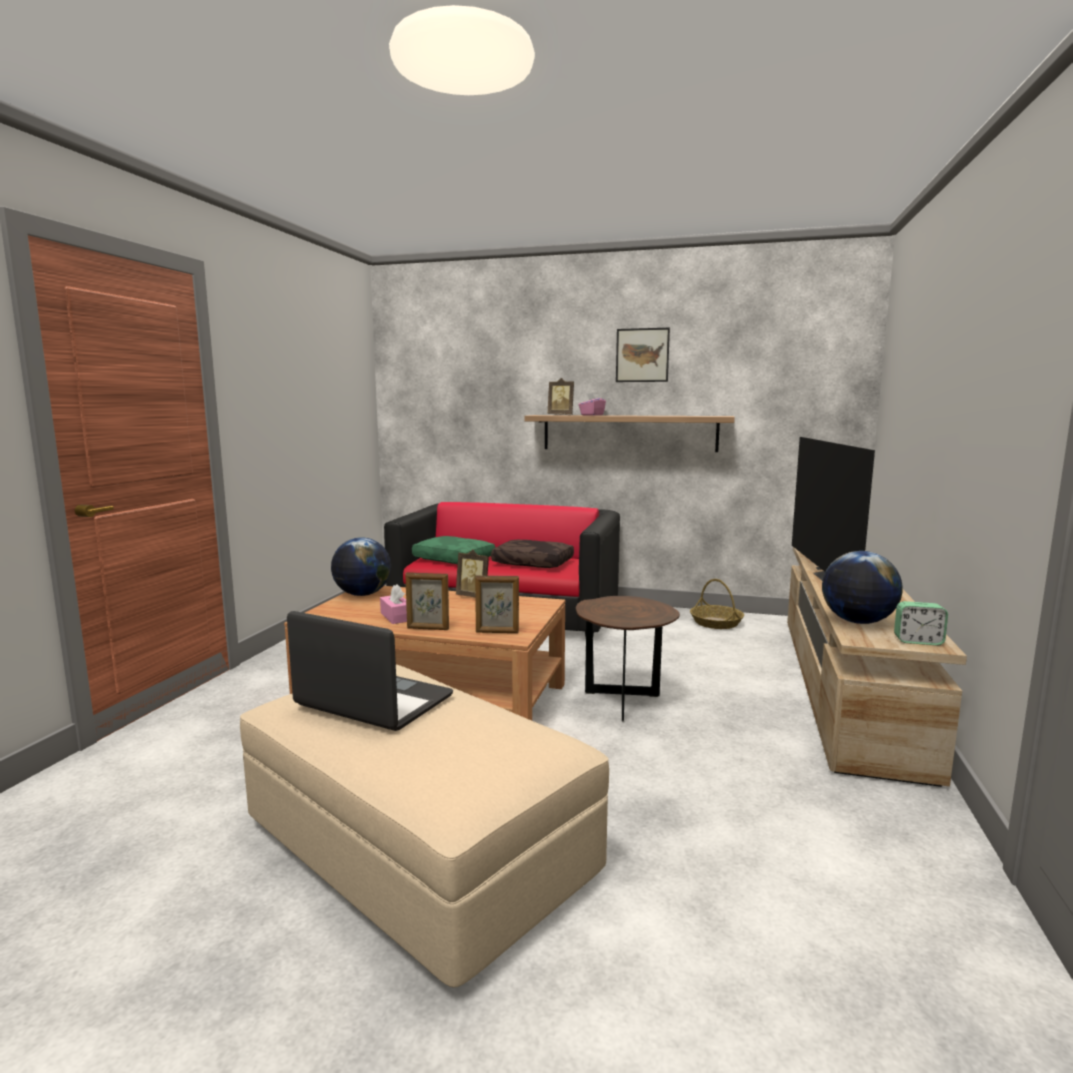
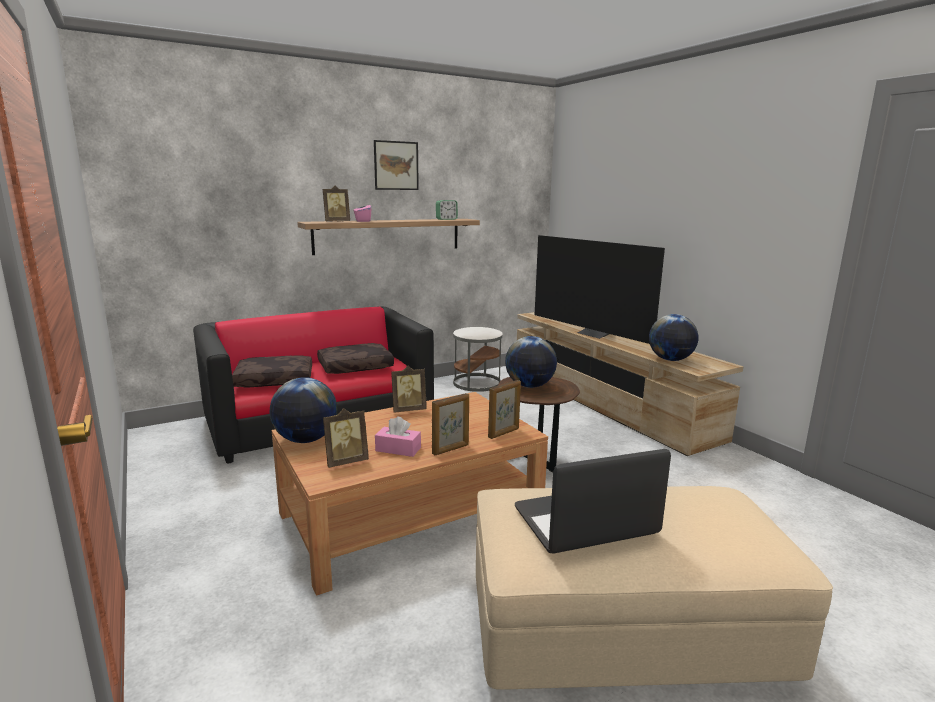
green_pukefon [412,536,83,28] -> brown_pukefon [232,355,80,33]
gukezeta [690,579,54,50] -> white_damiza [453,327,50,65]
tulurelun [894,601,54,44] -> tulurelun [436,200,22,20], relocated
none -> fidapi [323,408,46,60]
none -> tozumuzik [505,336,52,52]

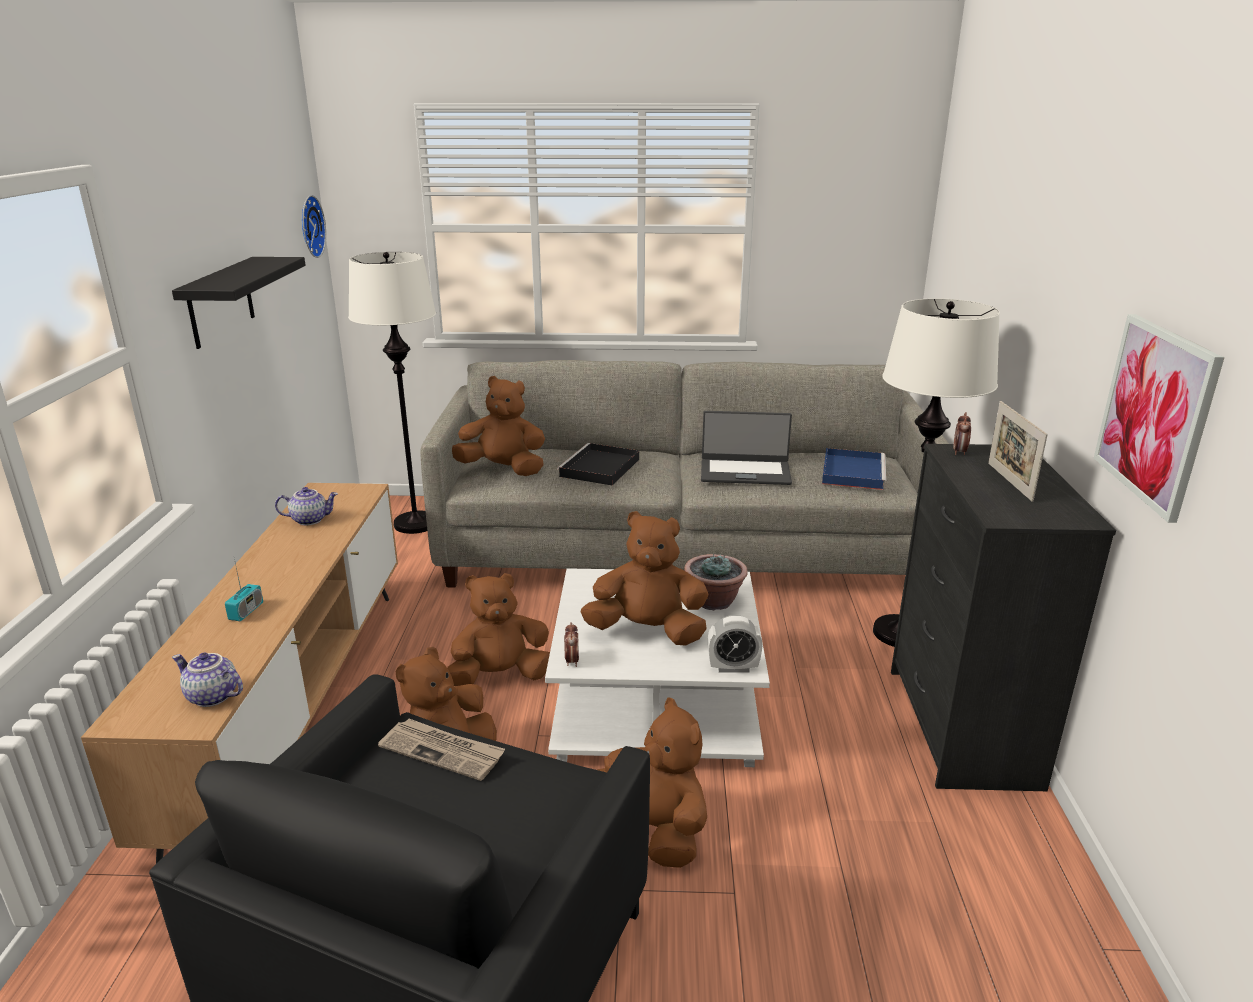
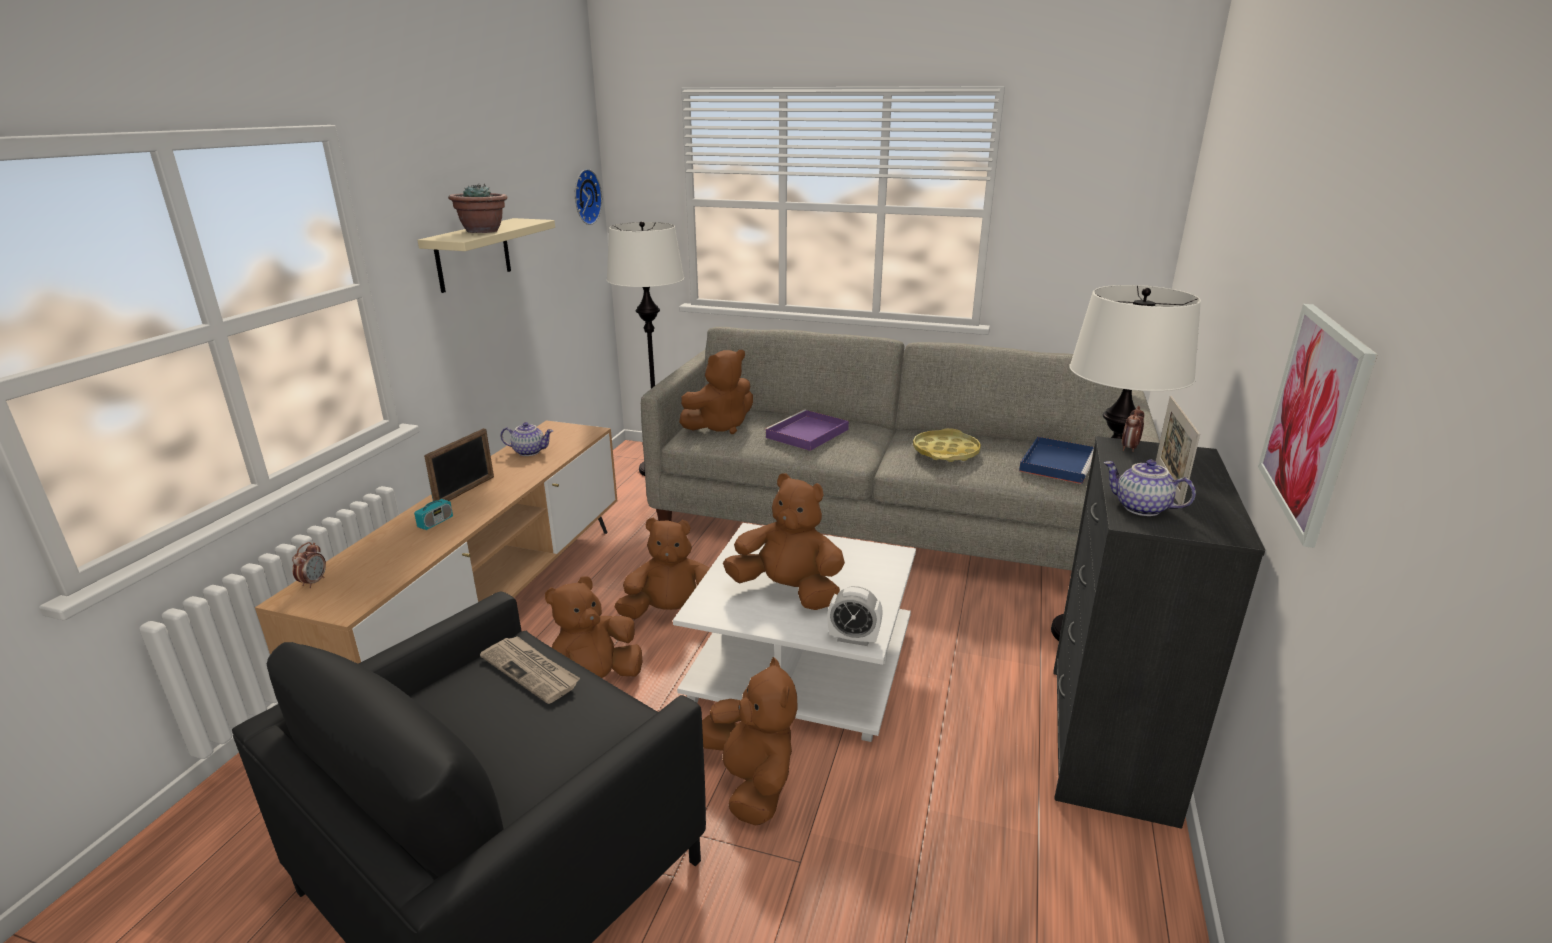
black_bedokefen [172,257,133,92] -> beige_bedokefen [417,218,138,75]
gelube [172,653,71,54] -> gelube [1103,460,93,56], relocated
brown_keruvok [452,376,93,100] -> brown_keruvok [679,350,74,84], 120 degrees clockwise
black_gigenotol [557,443,82,42] -> purple_gigenotol [764,410,85,41]
tulurelun [564,622,15,45] -> tulurelun [292,542,34,46], relocated
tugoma [684,554,64,56] -> tugoma [448,183,60,50], relocated
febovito [701,411,91,74] -> yellow_gigenotol [913,428,68,34]
none -> fidapi [424,428,70,73]

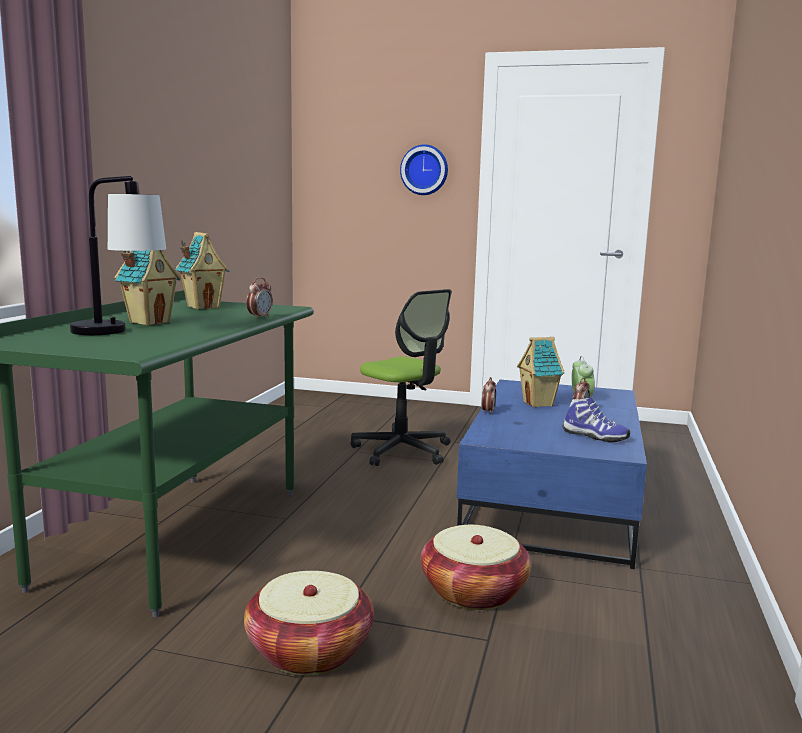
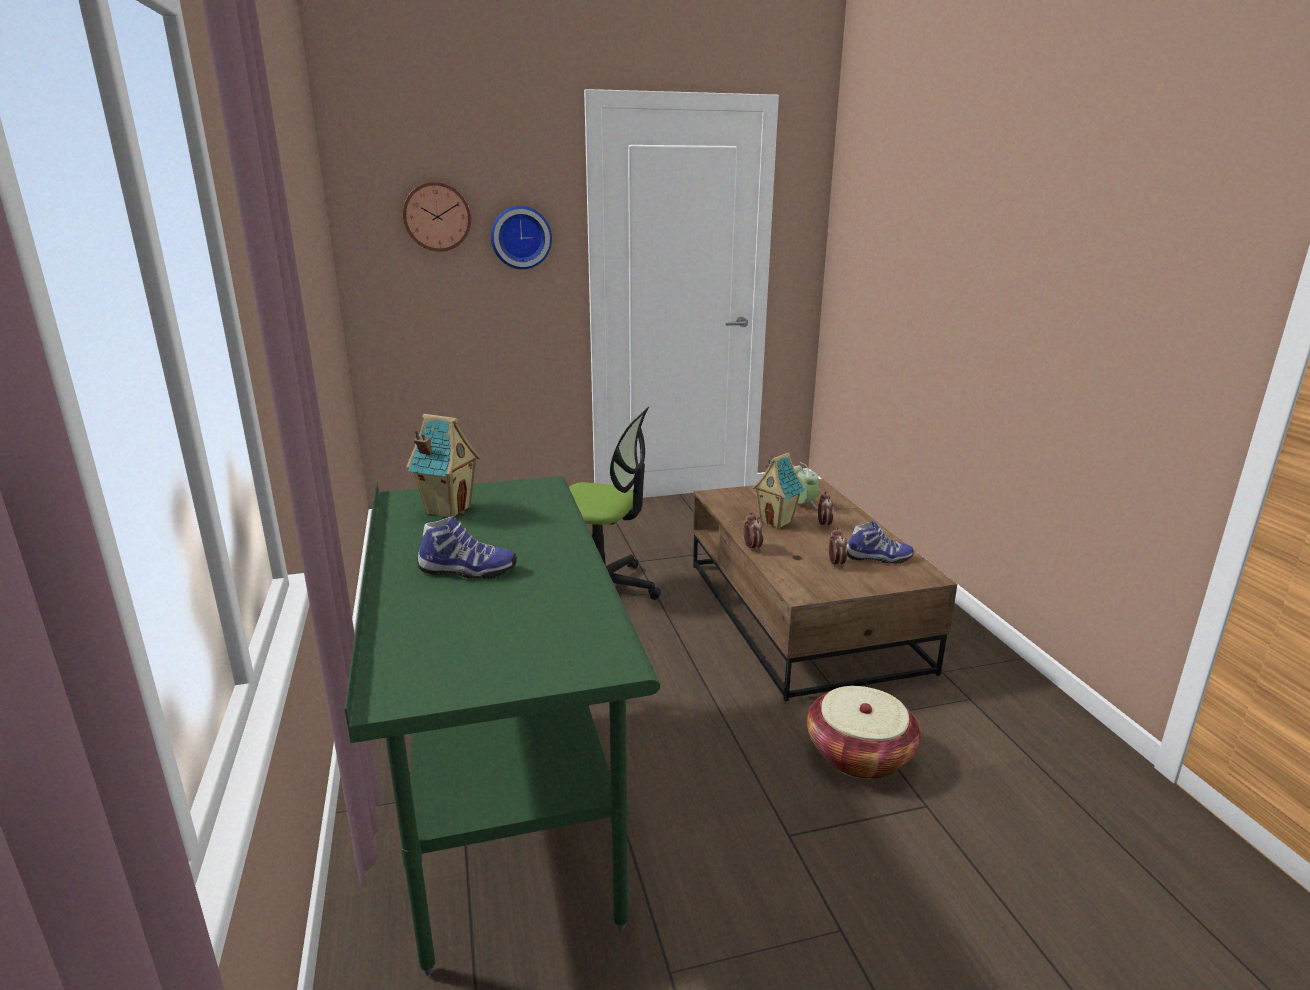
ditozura [70,176,96,159] -> none
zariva [114,250,67,75] -> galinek [417,516,100,63]
gukezeta [244,571,130,104] -> none
tulurelun [246,277,27,42] -> tulurelun [829,527,18,41], relocated
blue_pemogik [457,380,190,189] -> brown_pemogik [693,479,264,222]
none -> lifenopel [403,182,68,70]

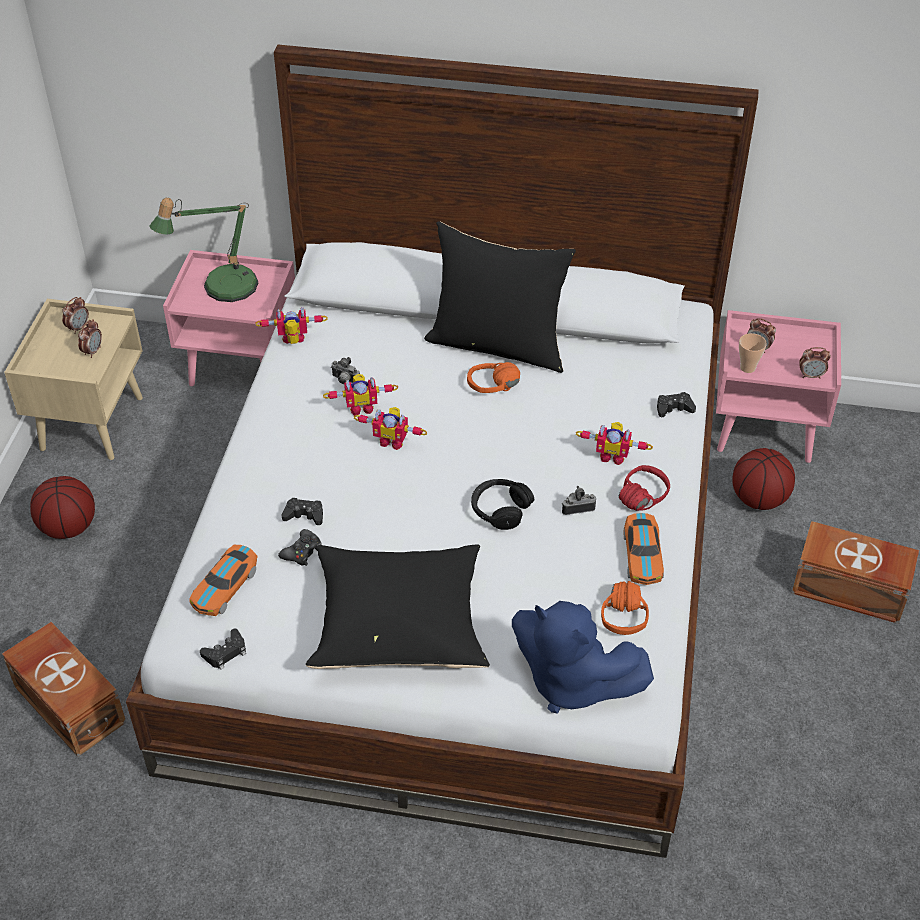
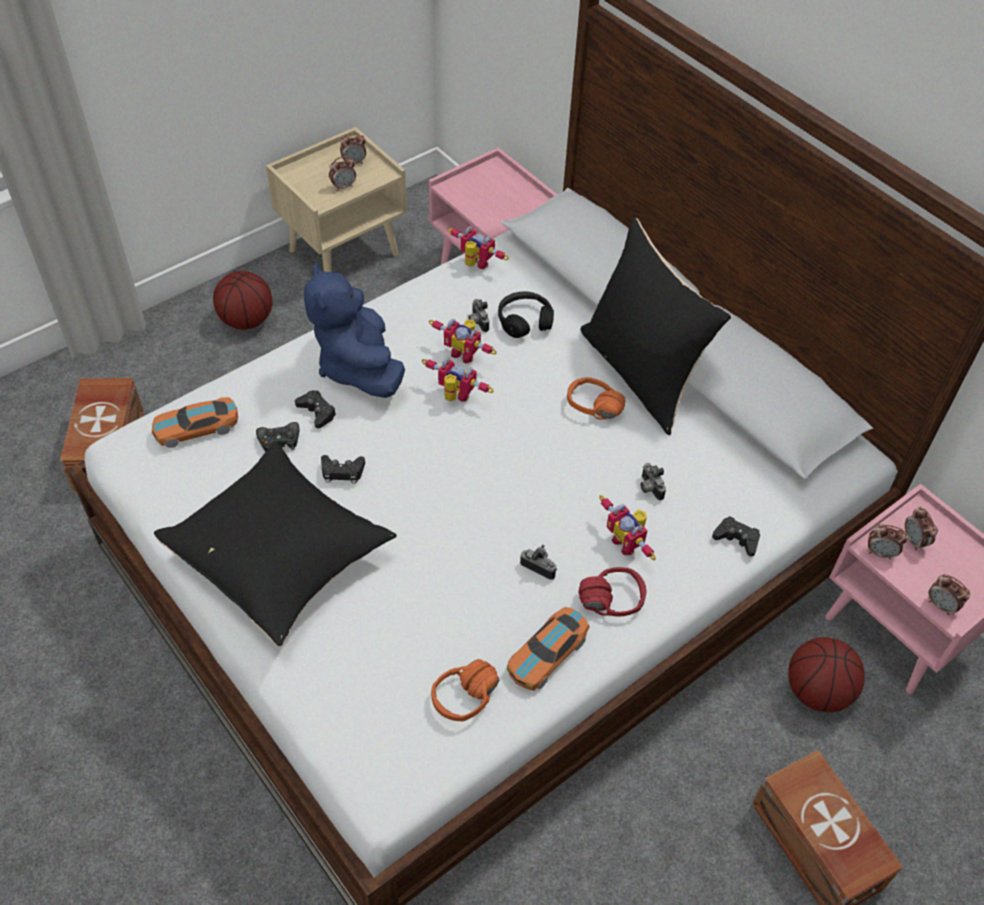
ditozura [149,198,109,104] -> none
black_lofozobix [200,629,46,41] -> black_lofozobix [321,455,44,29], relocated
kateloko [354,407,73,43] -> kateloko [422,358,72,44], 150 degrees clockwise
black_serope [471,479,63,51] -> black_serope [498,291,56,47], relocated
blue_keruvok [512,601,142,113] -> blue_keruvok [304,263,101,135], relocated
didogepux [739,333,28,40] -> tulurelun [868,524,40,35]
none -> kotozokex [641,463,25,37]

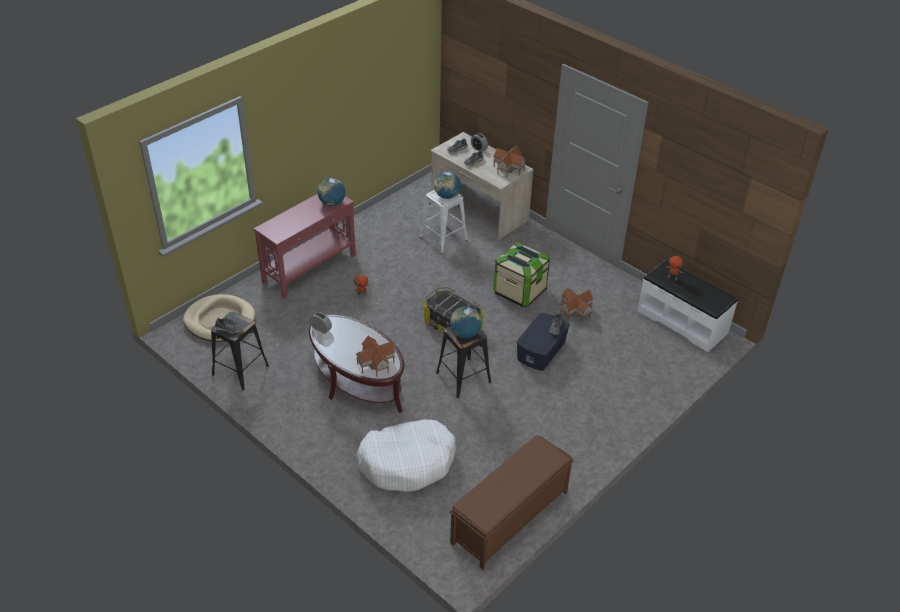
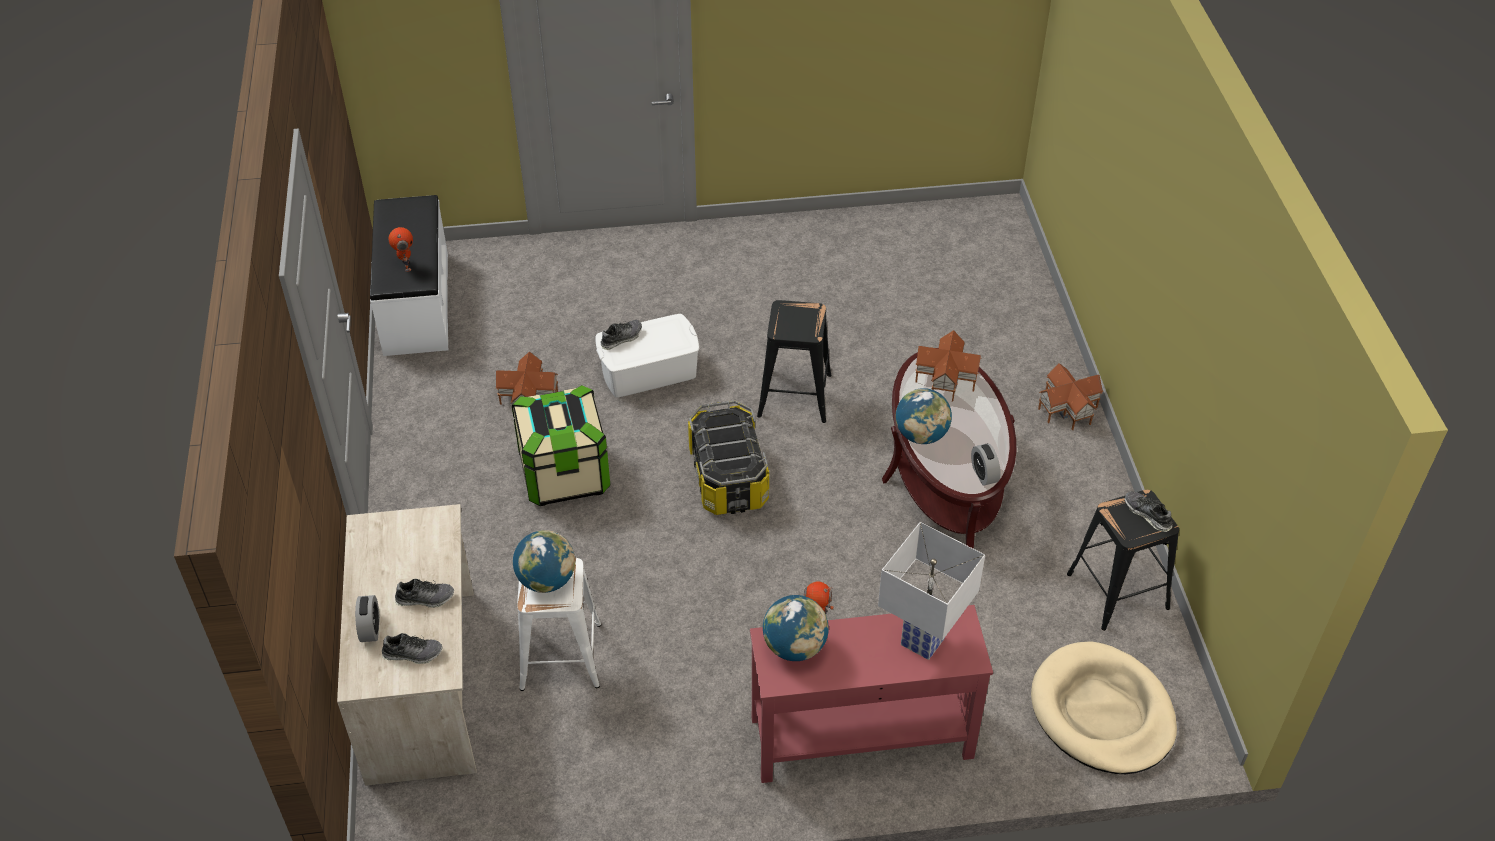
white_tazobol [357,419,99,73] -> none
tozumuzik [450,307,32,31] -> tozumuzik [896,388,56,56], relocated
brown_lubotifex [450,435,124,135] -> none
zariva [493,145,33,32] -> zariva [1038,363,65,67], relocated
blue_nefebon [516,313,54,58] -> white_nefebon [595,314,104,84]
none -> white_ditozura [878,522,107,138]

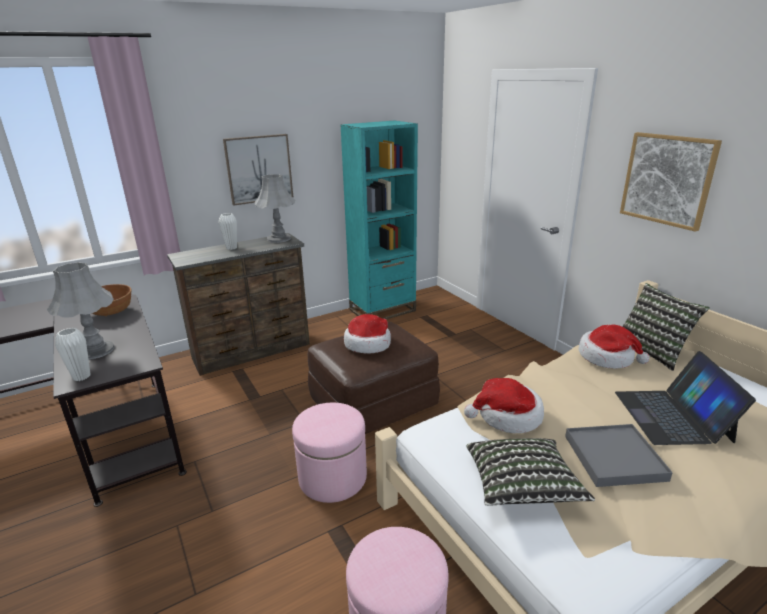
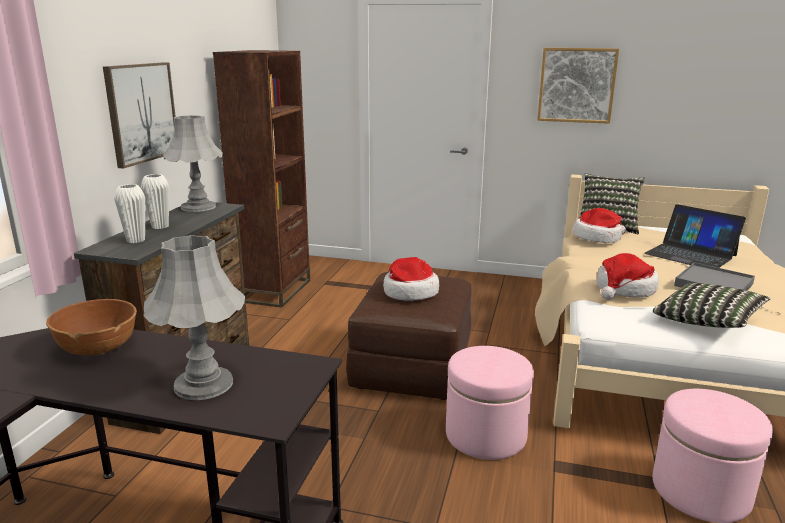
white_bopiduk [55,328,36,53] -> white_bopiduk [114,184,31,59], relocated
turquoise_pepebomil [340,120,78,199] -> brown_pepebomil [213,50,97,258]

